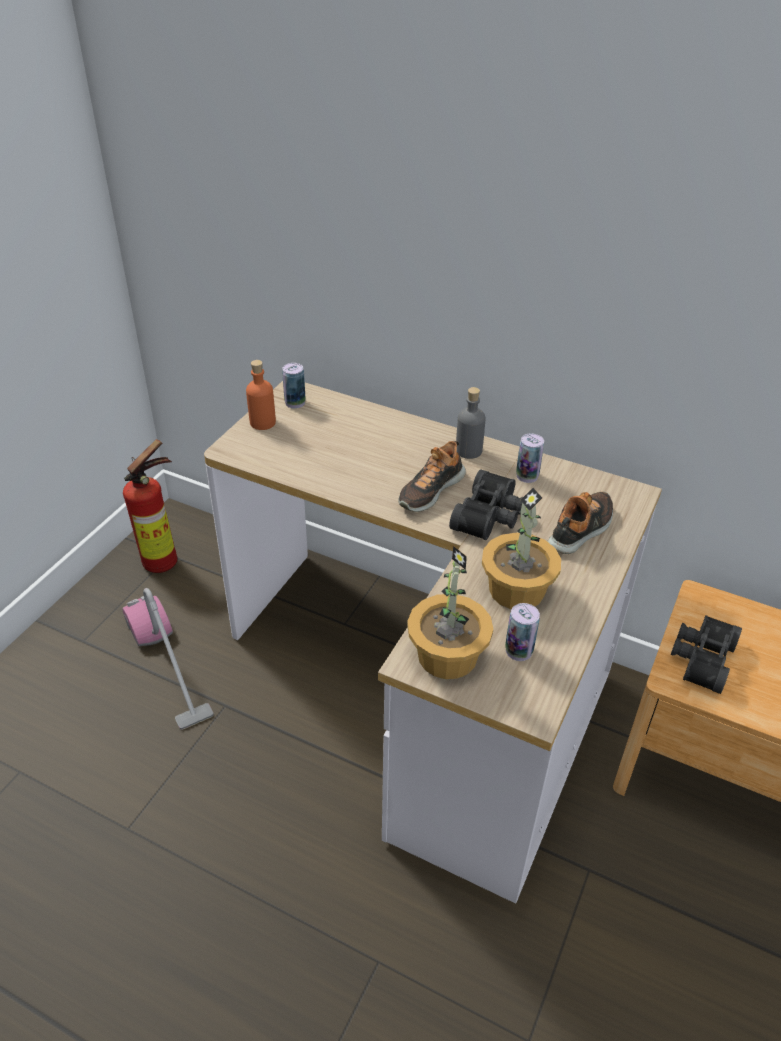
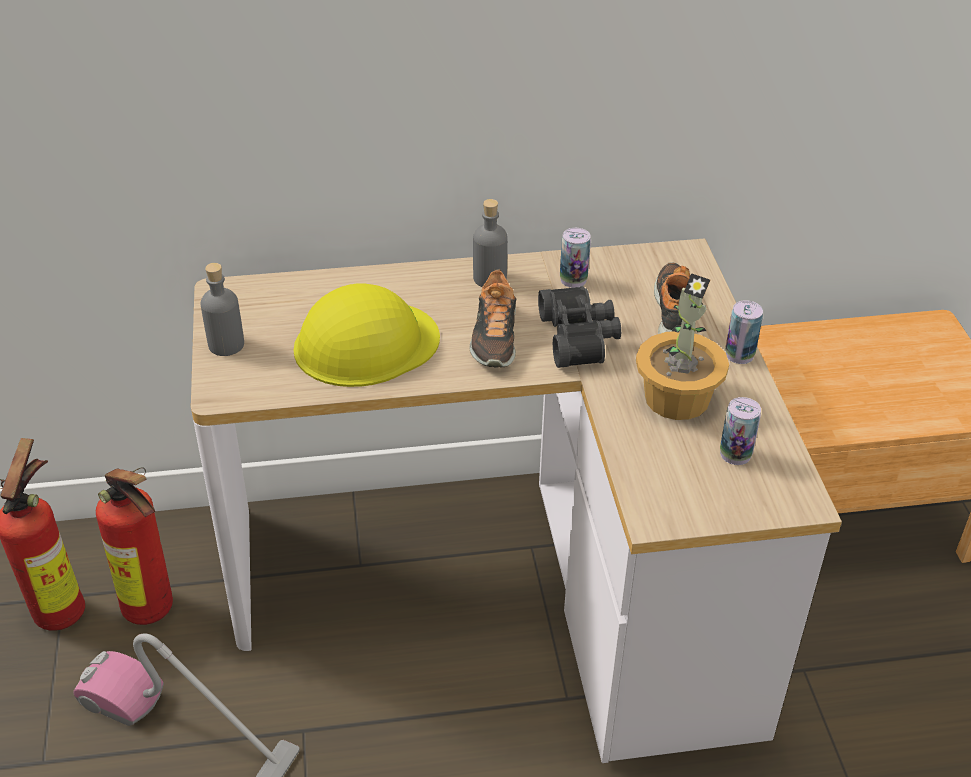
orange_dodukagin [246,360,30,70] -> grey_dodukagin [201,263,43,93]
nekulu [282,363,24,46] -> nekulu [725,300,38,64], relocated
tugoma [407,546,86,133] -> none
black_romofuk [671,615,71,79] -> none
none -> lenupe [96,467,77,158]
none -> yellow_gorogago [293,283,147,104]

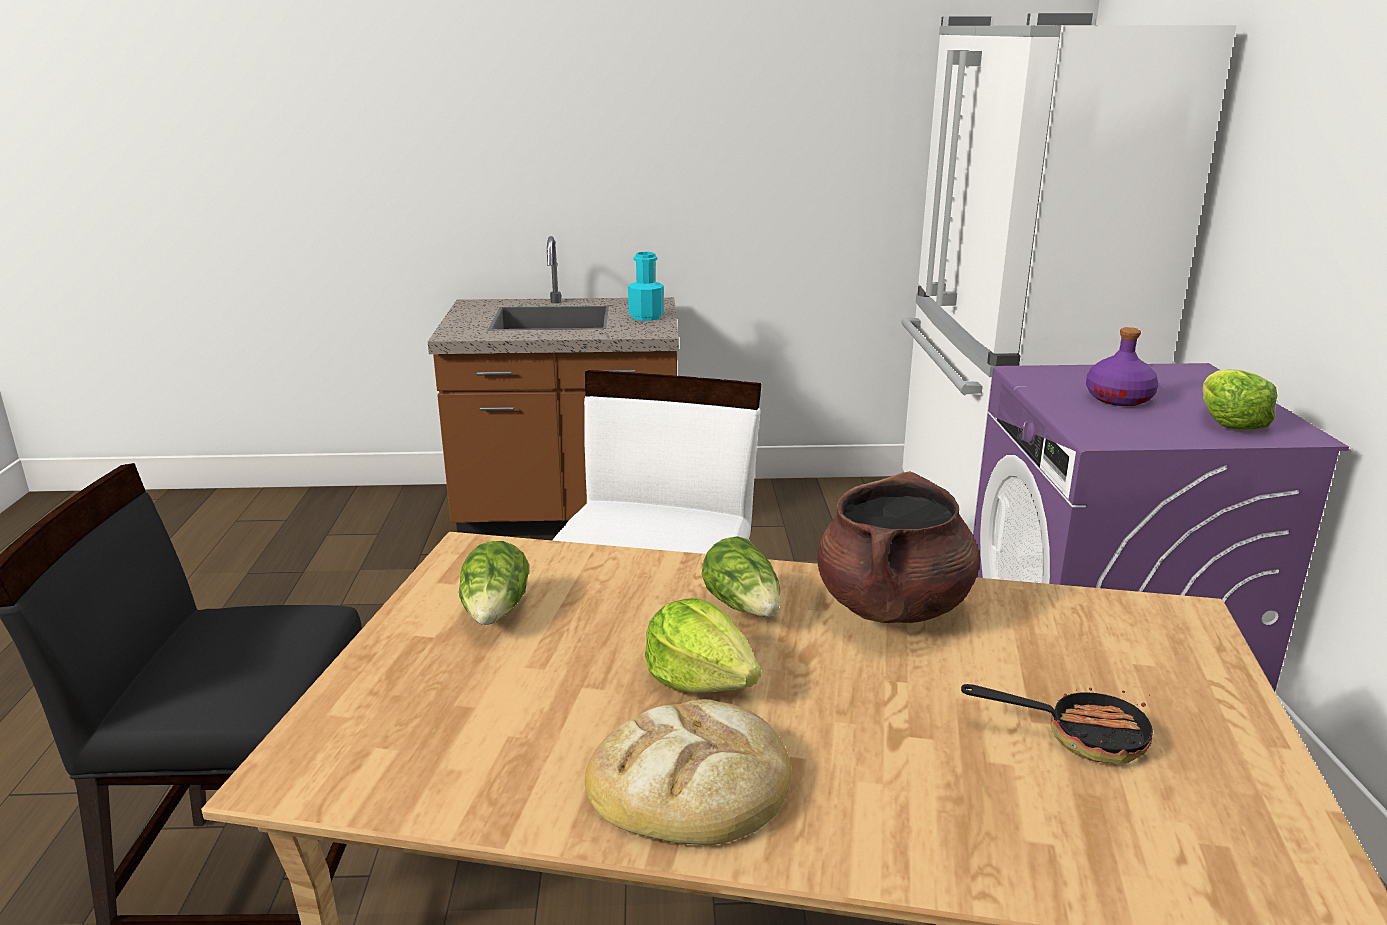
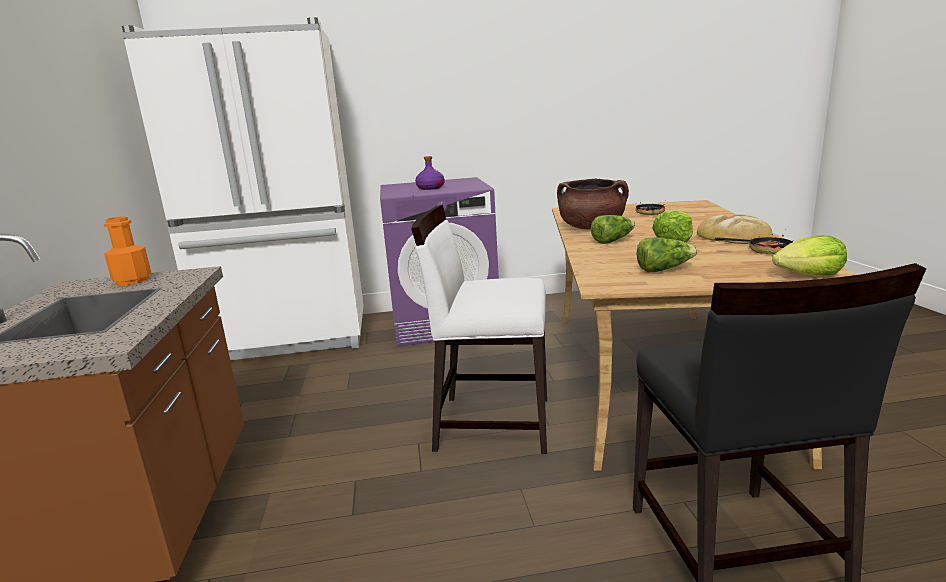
turquoise_dodukagin [628,252,36,69] -> orange_dodukagin [104,216,47,69]
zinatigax [1203,369,74,61] -> zinatigax [772,235,75,41], relocated
none -> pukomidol [715,234,78,20]

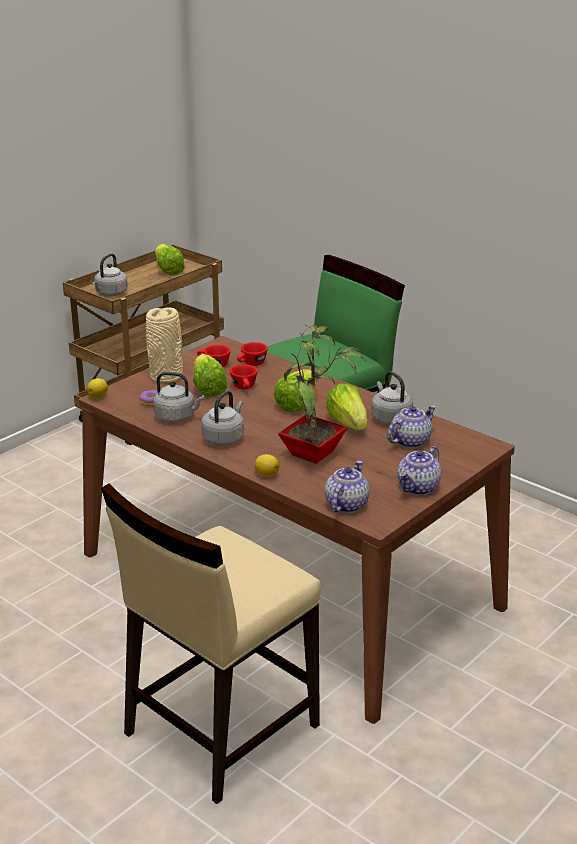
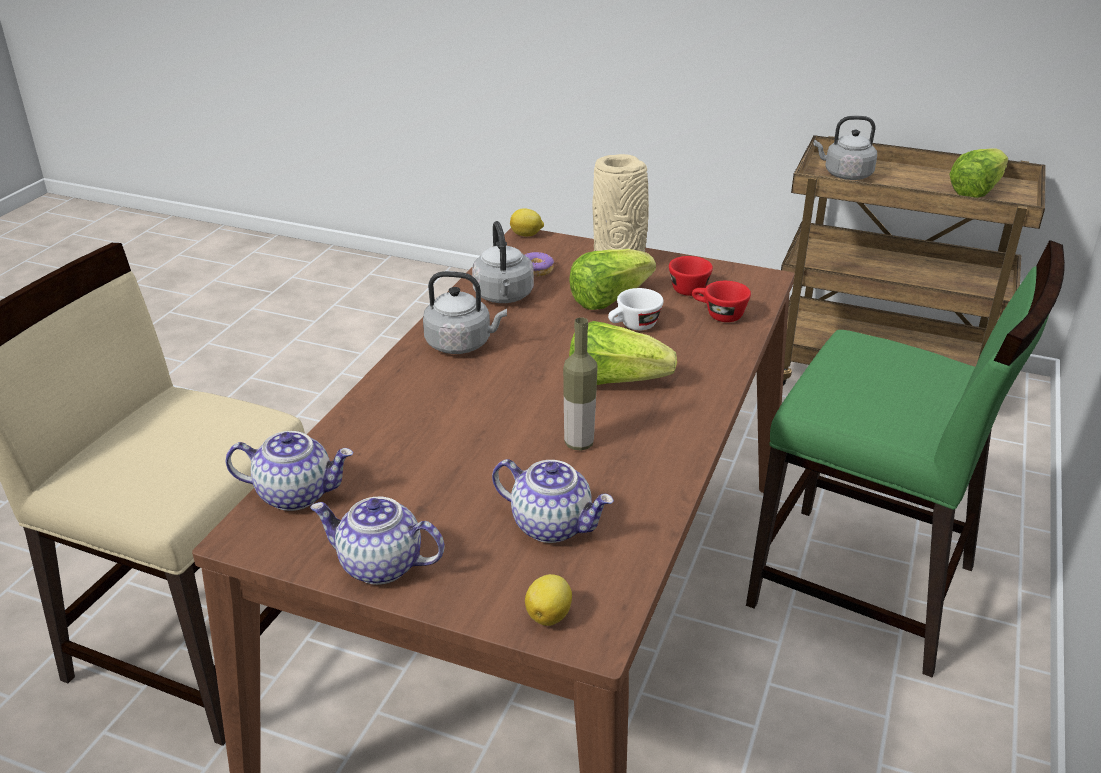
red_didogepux [230,364,28,25] -> white_didogepux [608,288,55,42]
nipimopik [255,454,25,23] -> nipimopik [525,574,47,52], relocated
tugoma [278,325,88,139] -> none
zinatigax [326,384,41,46] -> dodukagin [563,317,35,134]
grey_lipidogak [371,371,42,54] -> none

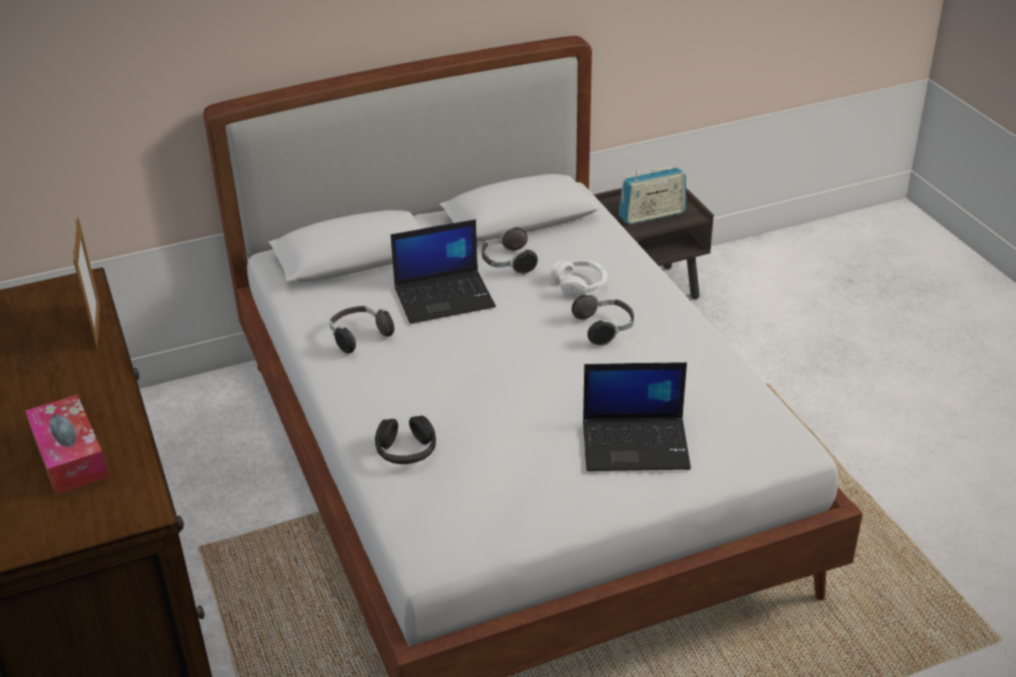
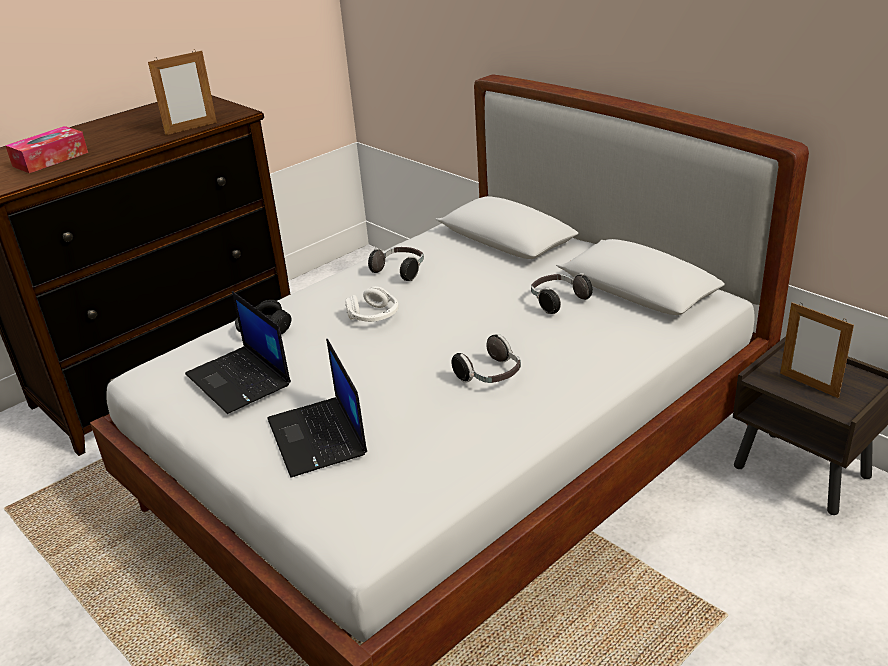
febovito [391,219,105,105] -> febovito [185,291,106,123], relocated
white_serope [551,260,56,38] -> white_serope [345,286,54,36], relocated
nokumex [619,167,67,58] -> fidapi [780,302,74,96]

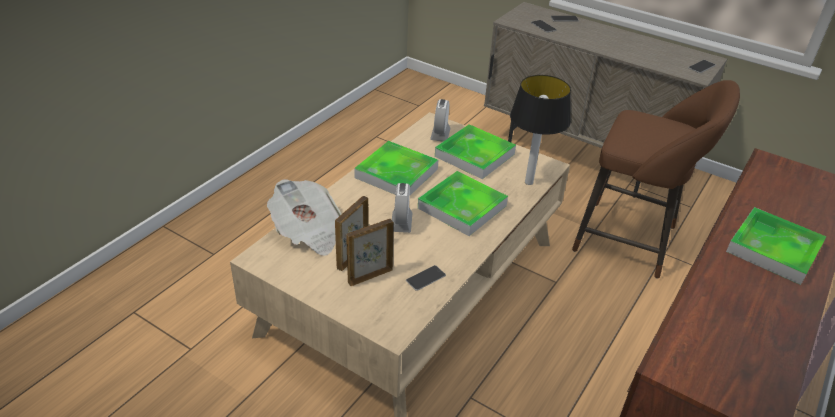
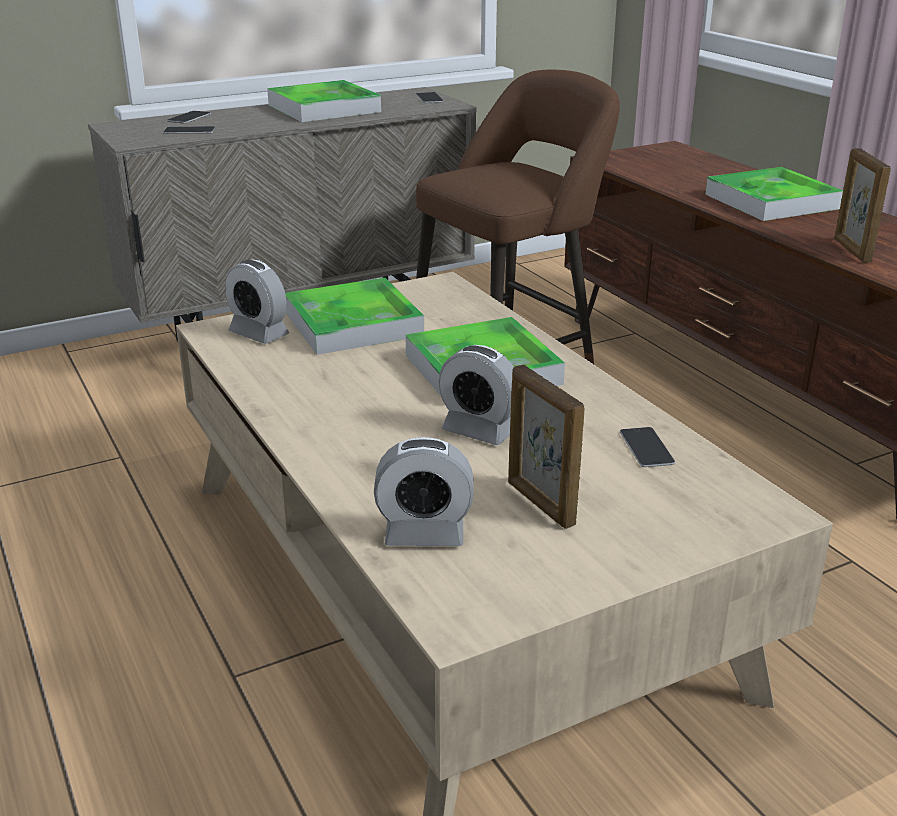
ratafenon [267,179,75,77] -> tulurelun [374,437,100,109]
fidapi [346,219,47,67] -> fidapi [835,148,56,114], relocated
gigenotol [354,141,84,54] -> gigenotol [267,80,114,42], relocated
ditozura [510,75,61,110] -> none

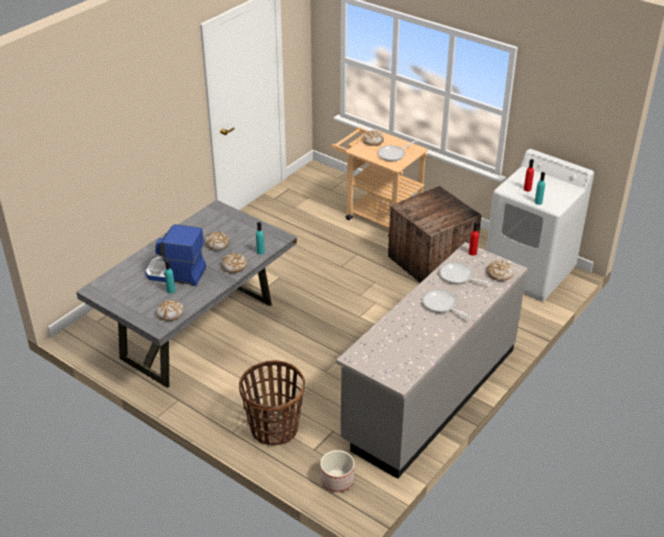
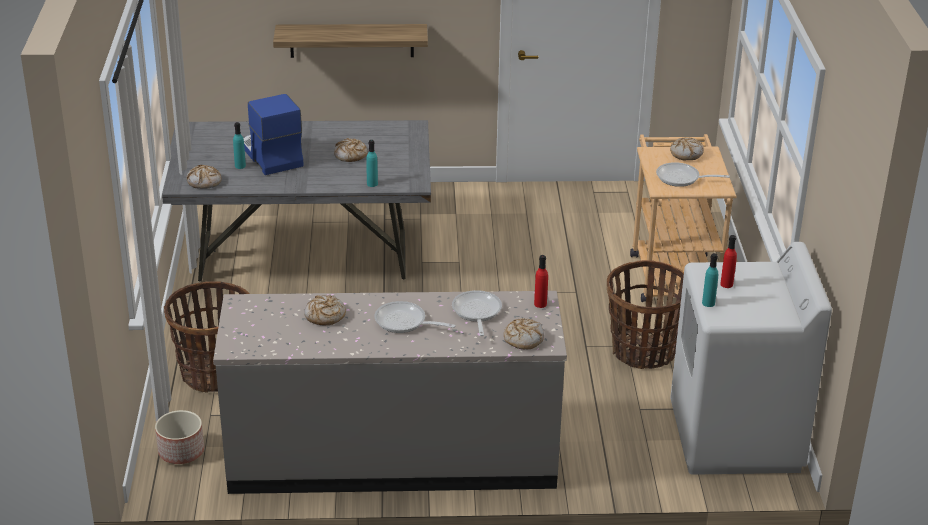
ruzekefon [222,253,25,20] -> ruzekefon [304,295,42,30], relocated
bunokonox [388,186,93,97] -> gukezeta [607,260,77,109]
pukomidol [422,289,50,30] -> pukomidol [374,301,82,32], 75 degrees counterclockwise
none -> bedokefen [273,24,155,34]

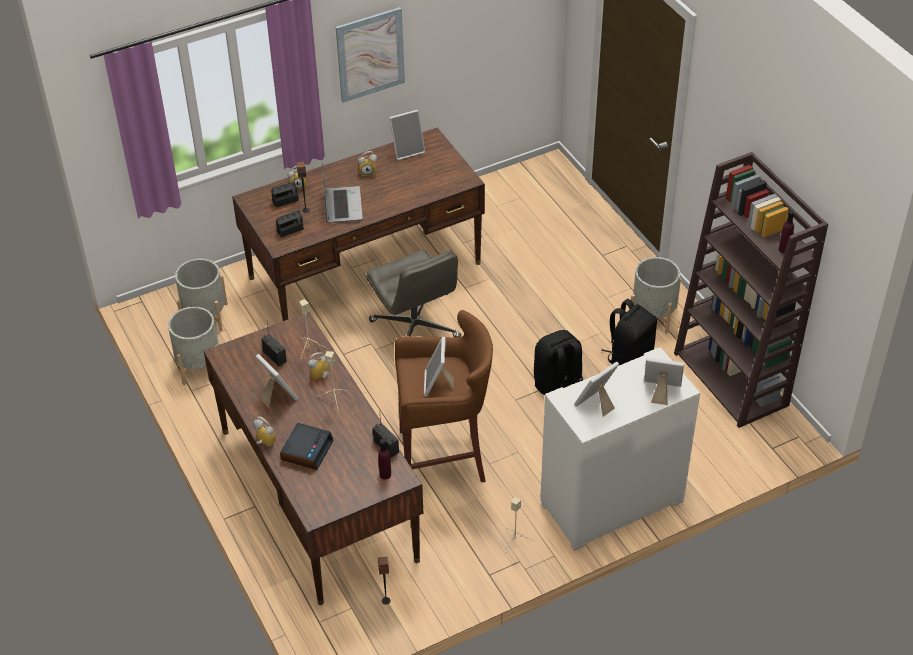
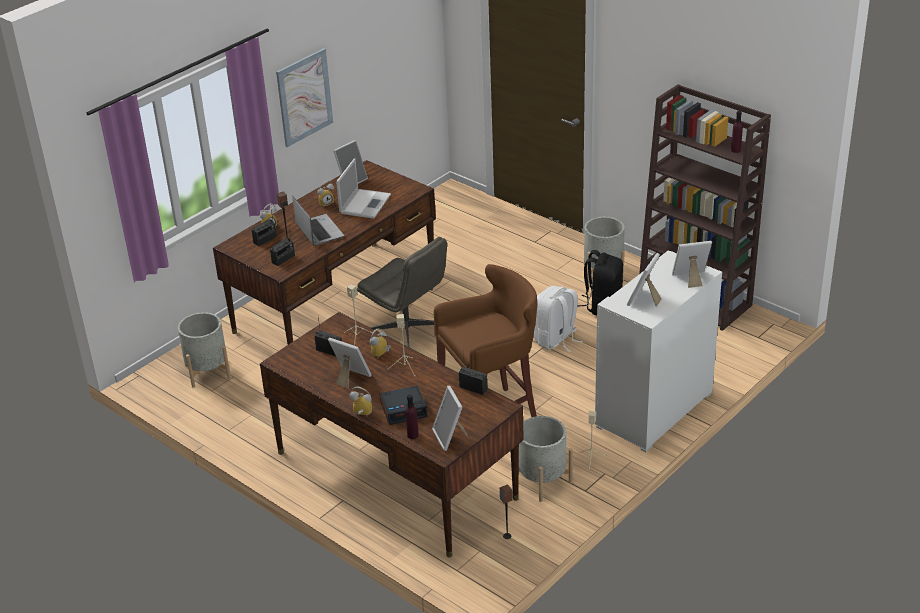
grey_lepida [168,307,51,78] -> grey_lepida [519,416,54,86], relocated
tulurelun [280,423,54,47] -> tulurelun [380,386,48,39], 75 degrees clockwise
purple_dodukagin [378,439,13,40] -> purple_dodukagin [406,394,13,45], relocated
fidapi [424,337,30,60] -> fidapi [432,386,37,65], relocated
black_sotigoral [534,330,49,65] -> white_sotigoral [534,286,49,66]
none -> febovito [336,158,55,61]

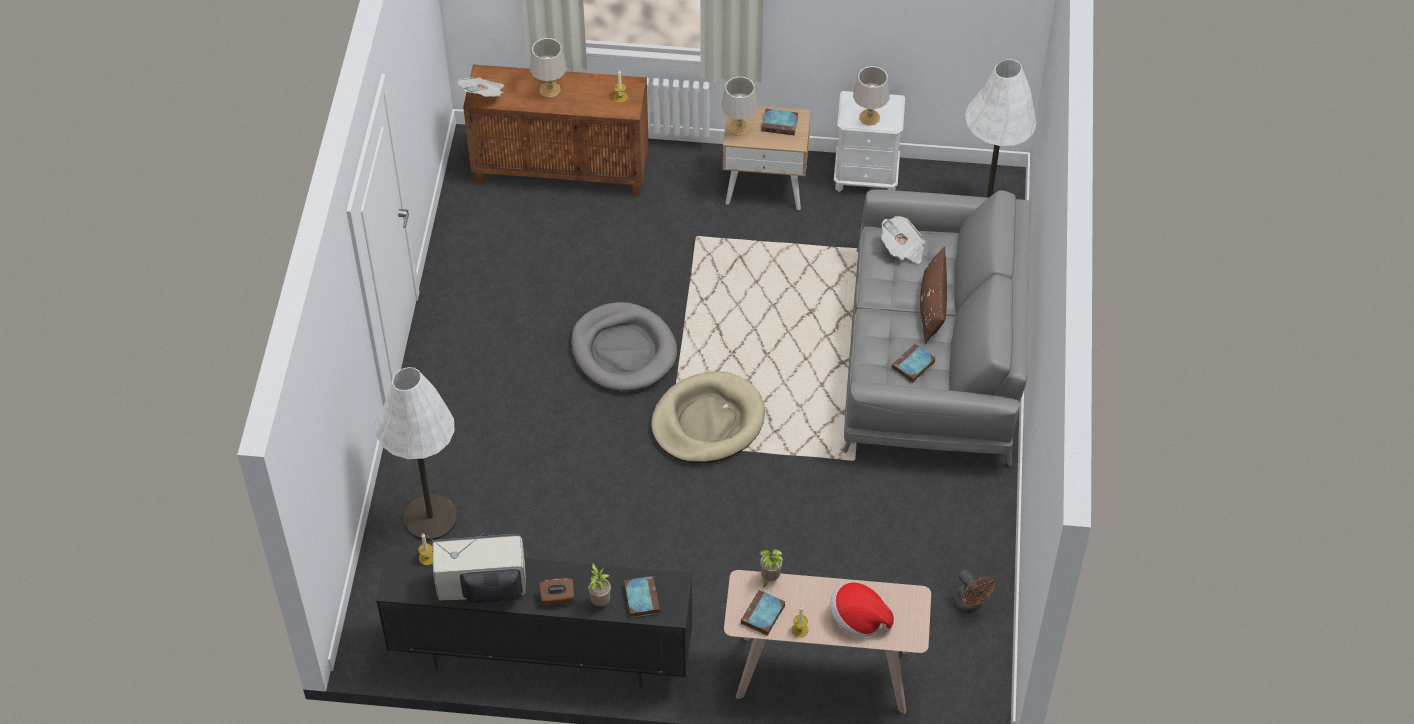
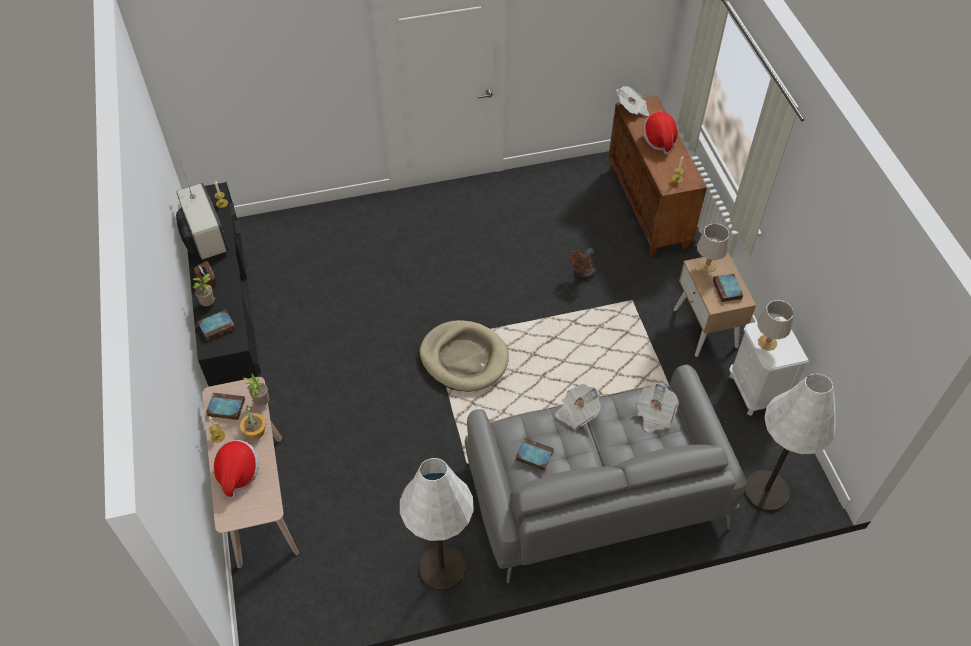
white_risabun [375,367,82,174] -> white_risabun [400,458,74,133], relocated
grey_ditozura [530,38,37,60] -> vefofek [643,112,35,43]
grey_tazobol [571,302,106,89] -> none
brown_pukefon [920,246,27,98] -> none
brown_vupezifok [952,570,43,43] -> brown_vupezifok [569,248,26,32], relocated
none -> tugoma [240,406,26,33]
none -> ratafenon [555,384,46,45]

